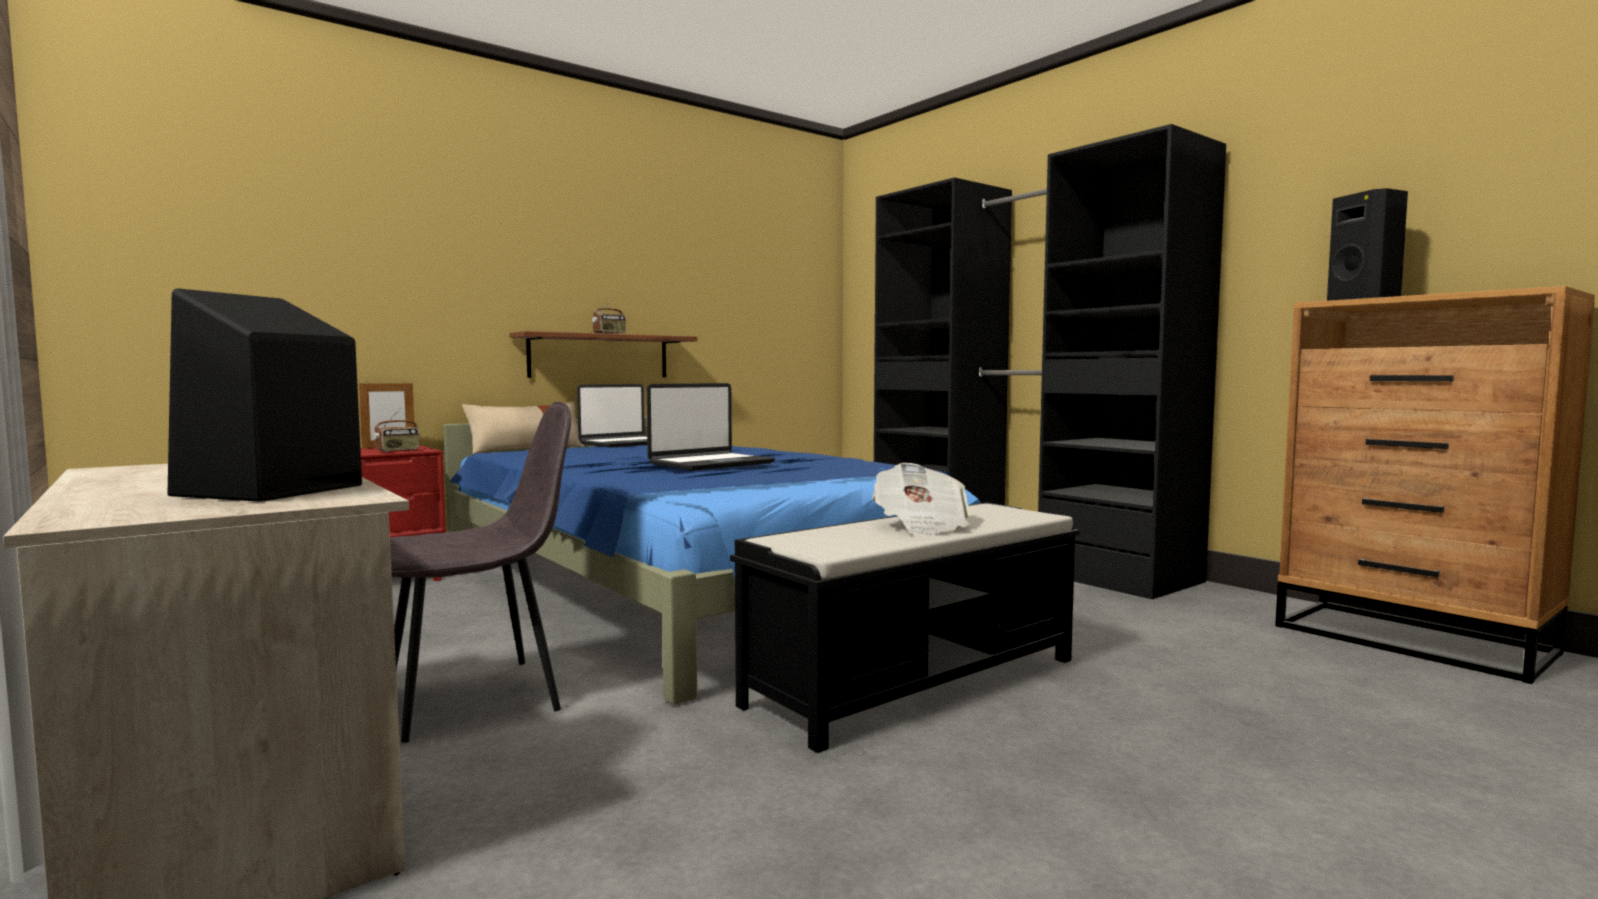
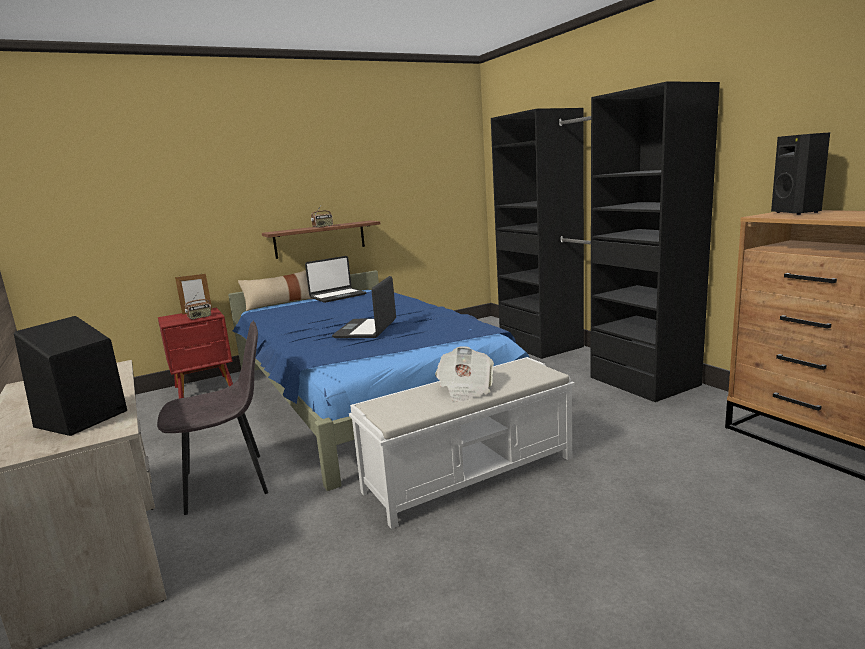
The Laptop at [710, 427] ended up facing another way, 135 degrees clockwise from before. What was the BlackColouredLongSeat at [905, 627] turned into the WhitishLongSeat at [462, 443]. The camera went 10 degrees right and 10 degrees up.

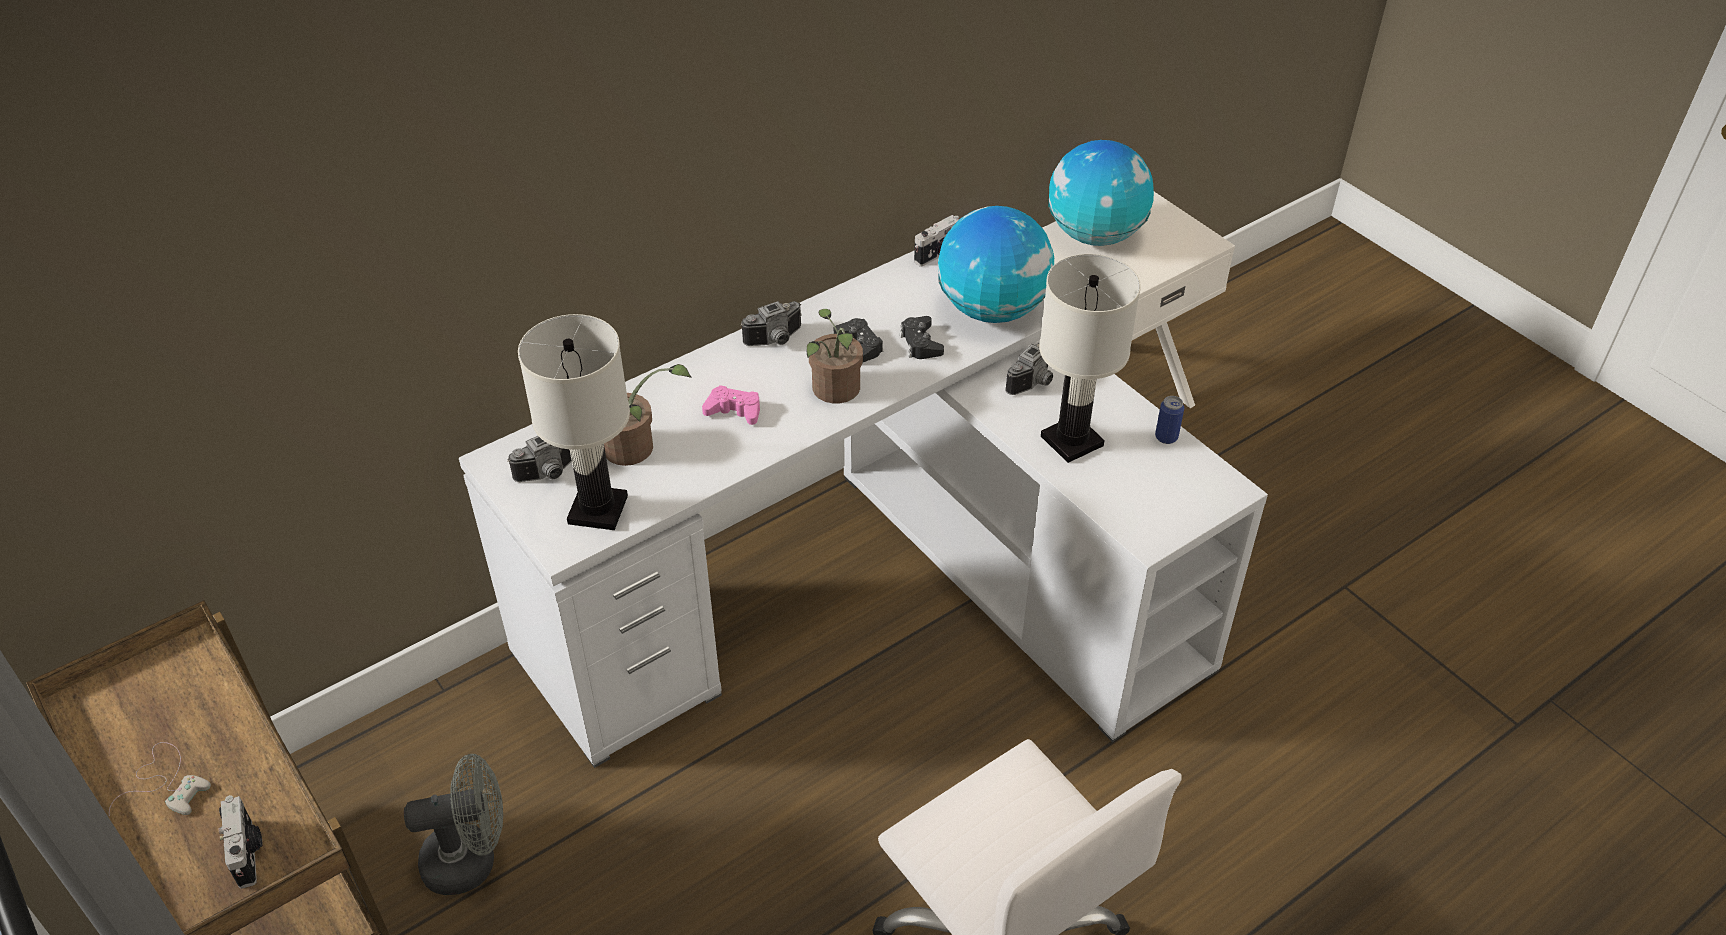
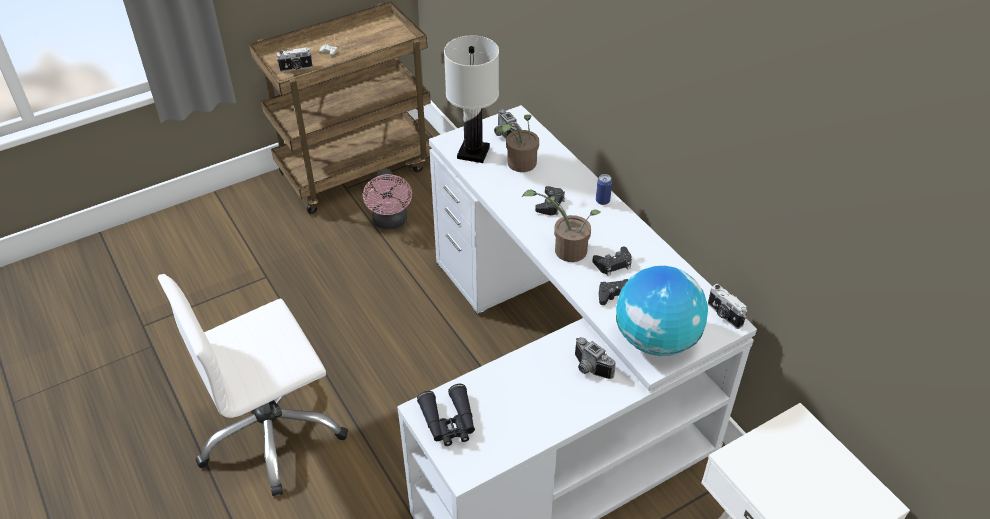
What was the GreyishFan at [453, 824] turned into the PinkFan at [387, 199]. What was the PinkGameController at [731, 405] turned into the BlackColouredGameController at [550, 200]. The second view lost the PhotoCamera at [771, 323]. The second view lost the WhitishTableLamp at [1090, 358]. The second view lost the Globe at [1101, 193]. The Can ended up elsewhere, having gone from [1169, 420] to [604, 189]. The second view gained the BlackColouredFieldGlasses at [446, 415]. The camera went 95 degrees right and 0 degrees up.

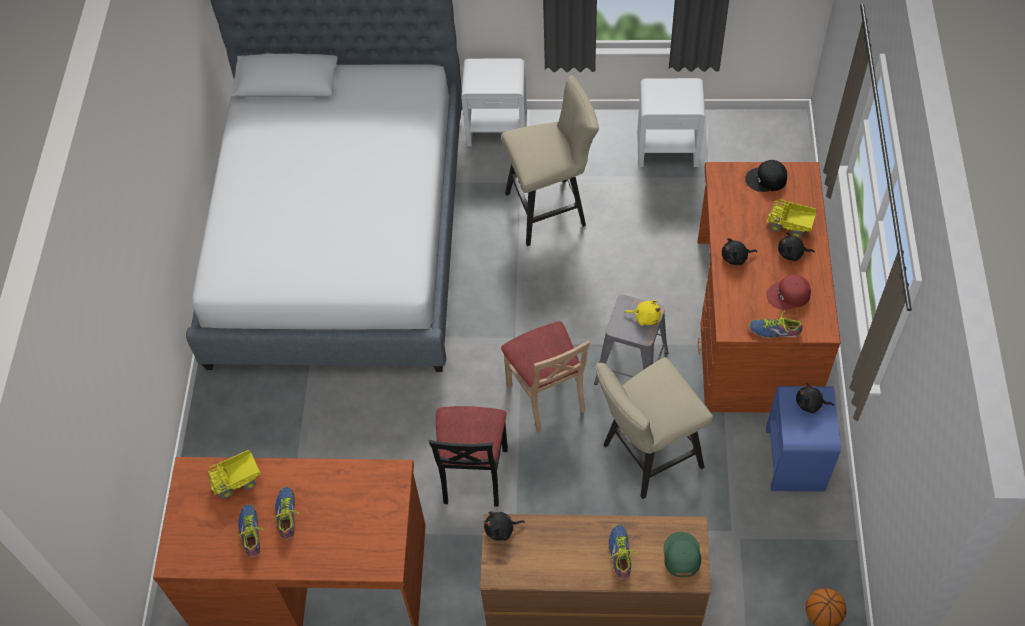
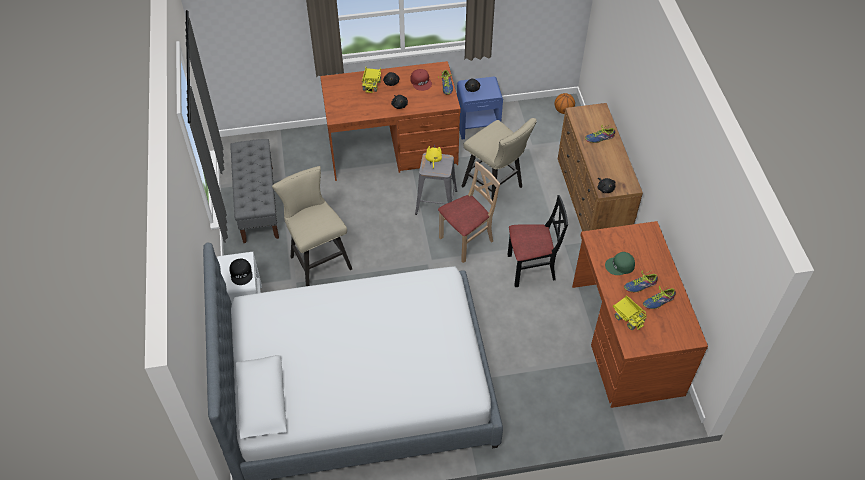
Where the WhitishNightTable stood at [671, 122], the GreyishLongSeat came to stand at [254, 191]. The GreenColouredCap ended up elsewhere, having gone from [682, 554] to [620, 263]. The BlackColouredCap ended up elsewhere, having gone from [766, 176] to [241, 272]. The camera went 105 degrees left and 5 degrees down.

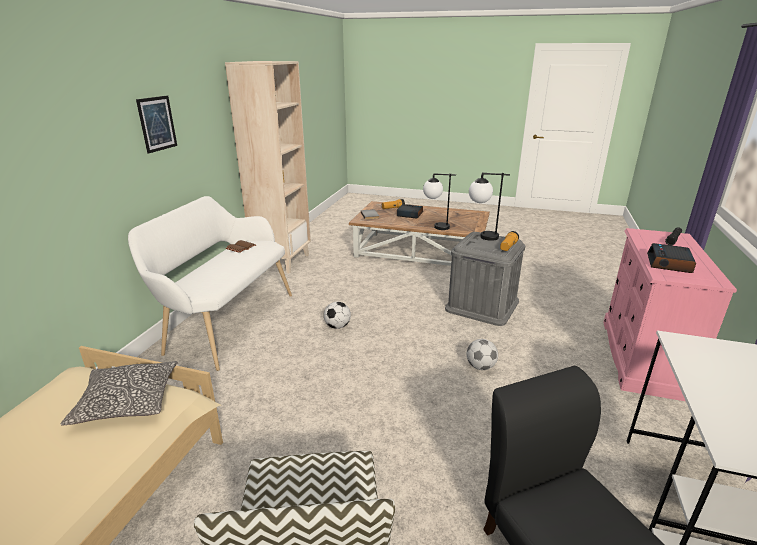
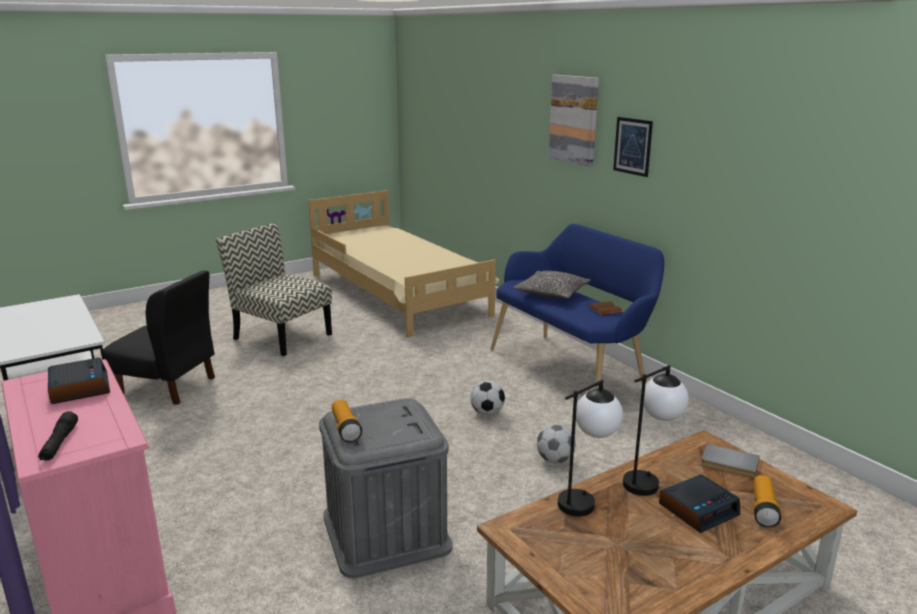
The Pillow ended up elsewhere, having gone from [119, 393] to [552, 285]. What was the WhitishLongSeat at [210, 283] turned into the BlueColouredLongSeat at [577, 306]. The second view lost the BeigeBookshelf at [268, 167]. The FootballBall ended up elsewhere, having gone from [482, 354] to [556, 444]. The TableLamp ended up elsewhere, having gone from [489, 207] to [656, 430]. The second view gained the Picture at [574, 121]. The camera went 130 degrees right and 5 degrees down.

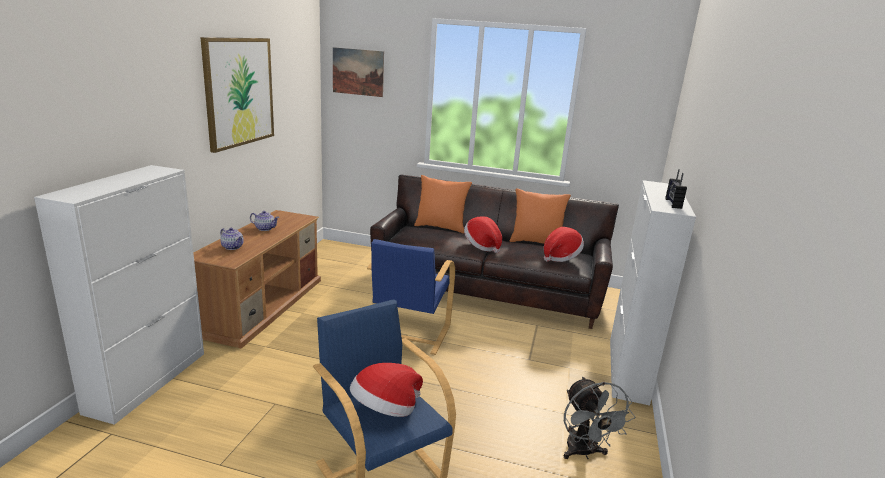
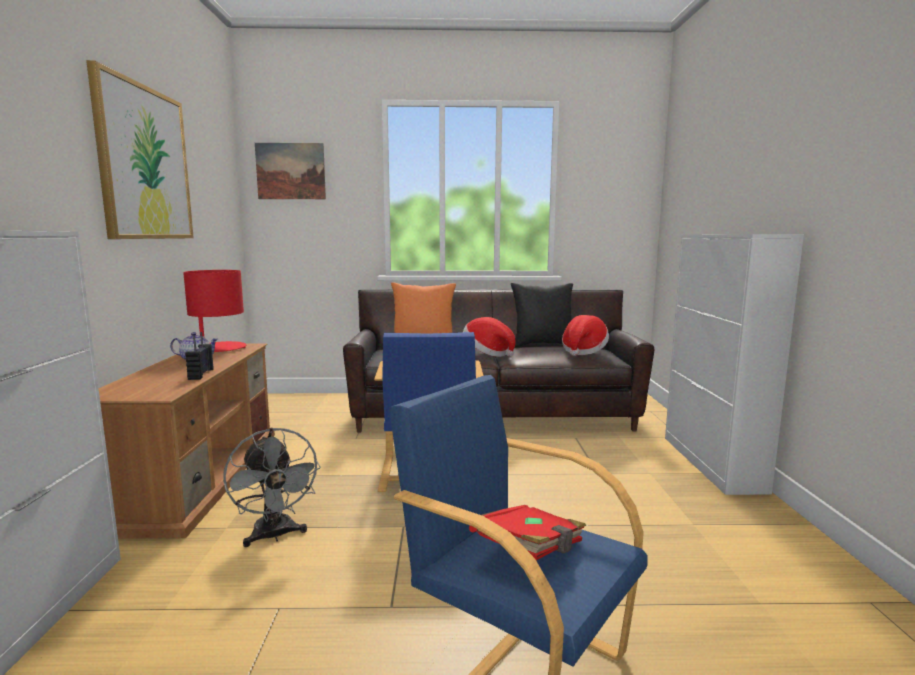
The second view lost the Teapot at [232, 239]. Where the ClothingHat stood at [386, 390], the RedBook came to stand at [527, 532]. What was the OrangeyPillow at [540, 216] turned into the BlackColouredPillow at [542, 315]. The GreyishFan ended up elsewhere, having gone from [599, 418] to [272, 487]. The Radio ended up elsewhere, having gone from [676, 189] to [199, 356]. The second view gained the RedTableLamp at [215, 311]. The camera went 15 degrees left and 10 degrees down.

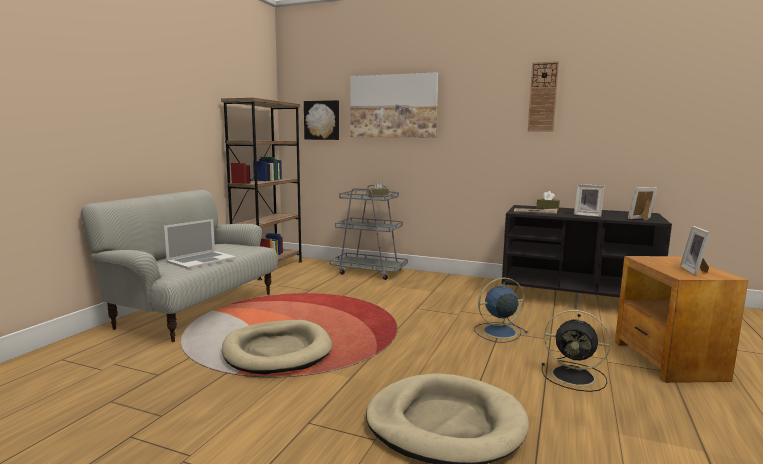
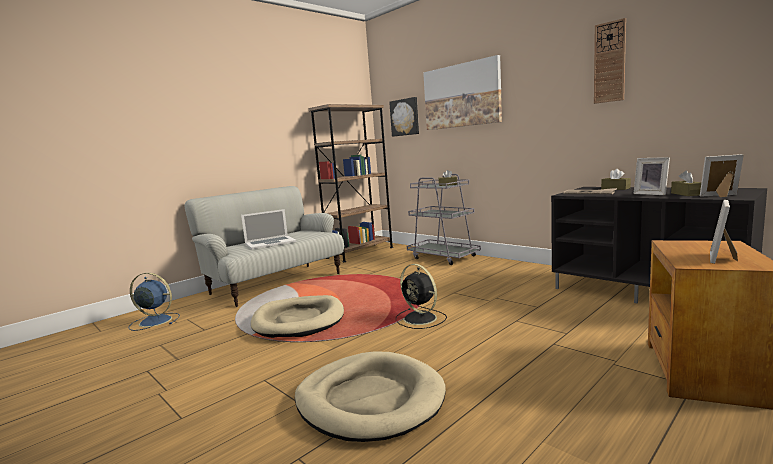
The BlueColouredFan ended up elsewhere, having gone from [501, 310] to [154, 302]. The BlackColouredFan ended up elsewhere, having gone from [576, 351] to [421, 296]. The second view gained the BrownBoxOfTissues at [686, 183]. The camera went 25 degrees right and 0 degrees up.

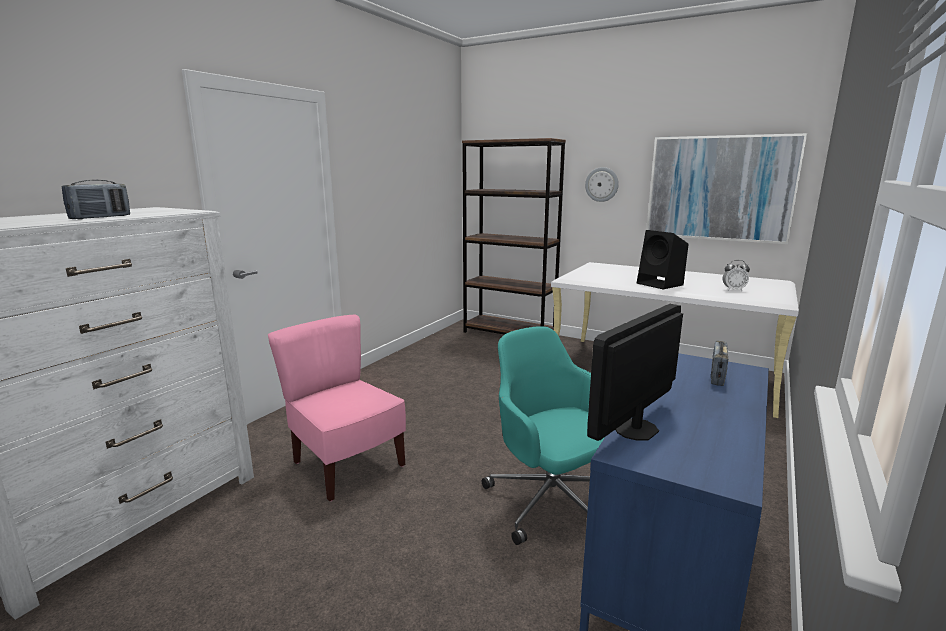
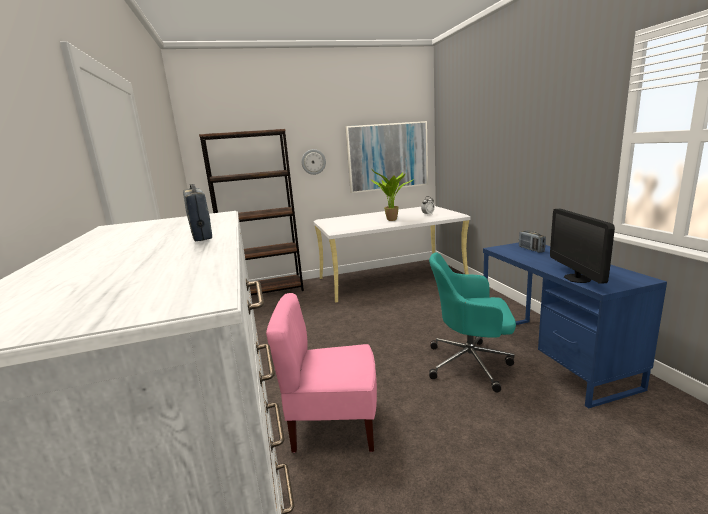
Where the BlackColouredAudioSpeaker stood at [663, 259], the PlantInAPot came to stand at [392, 195]. The camera went 45 degrees left and 0 degrees up.

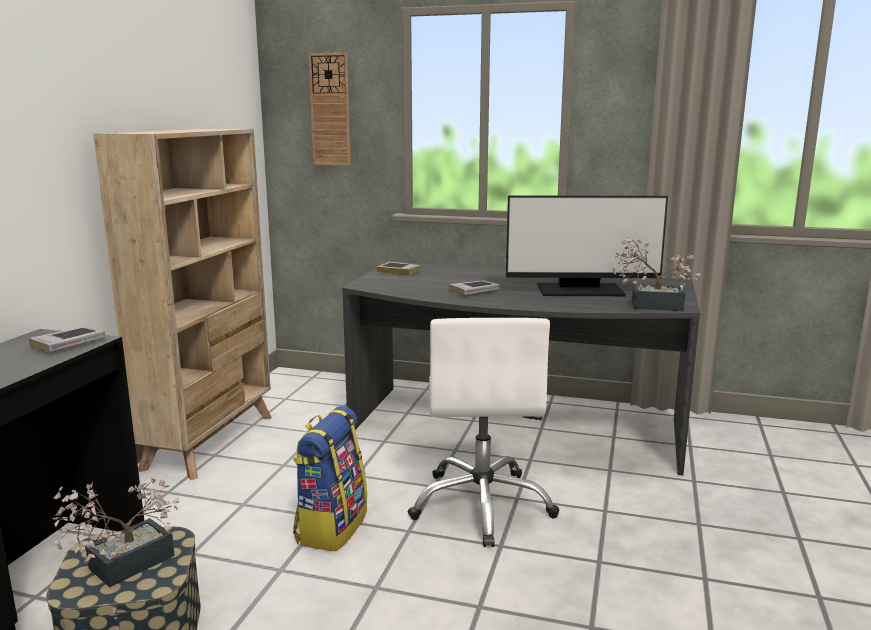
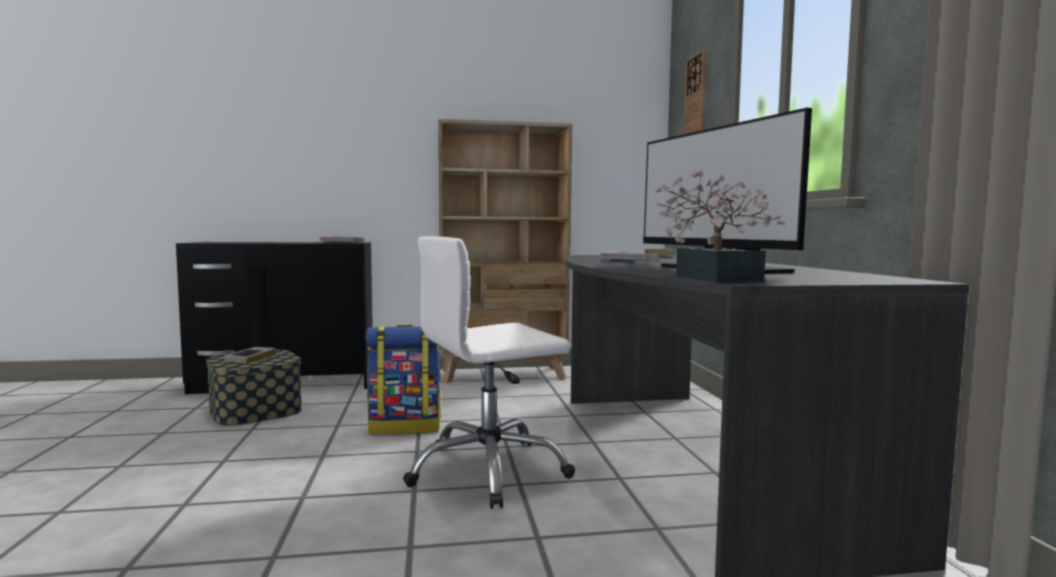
Where the PlantInAPot stood at [115, 532], the Book came to stand at [250, 355]. The camera went 65 degrees right and 10 degrees down.

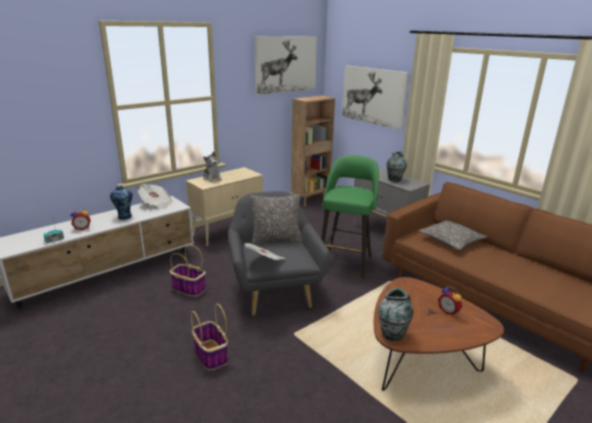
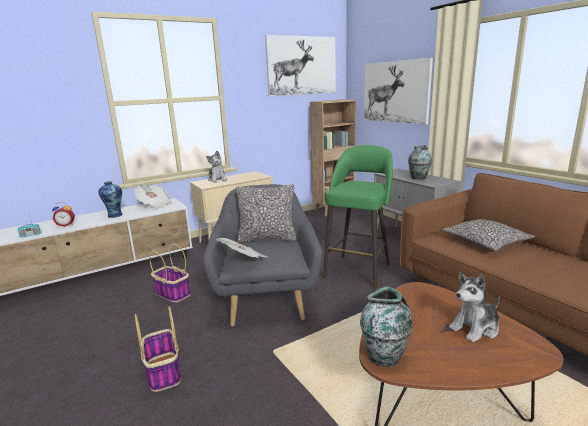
Where the AlarmClock stood at [450, 301], the CuddlyToy came to stand at [474, 307]. The camera went 10 degrees right and 5 degrees down.

